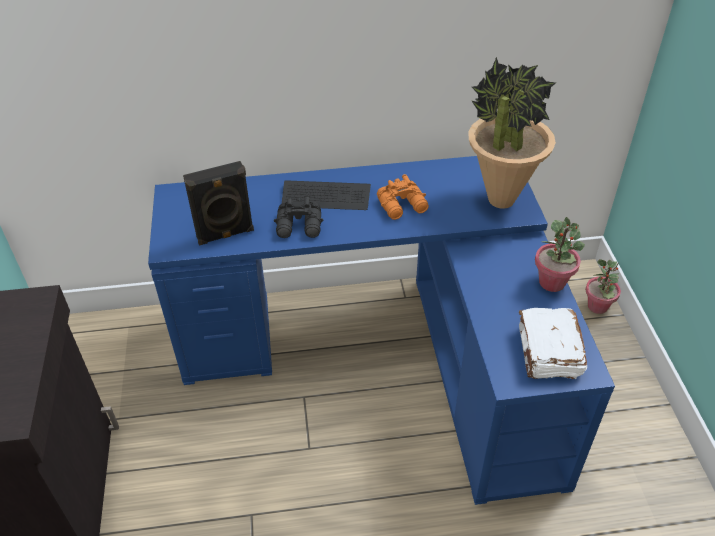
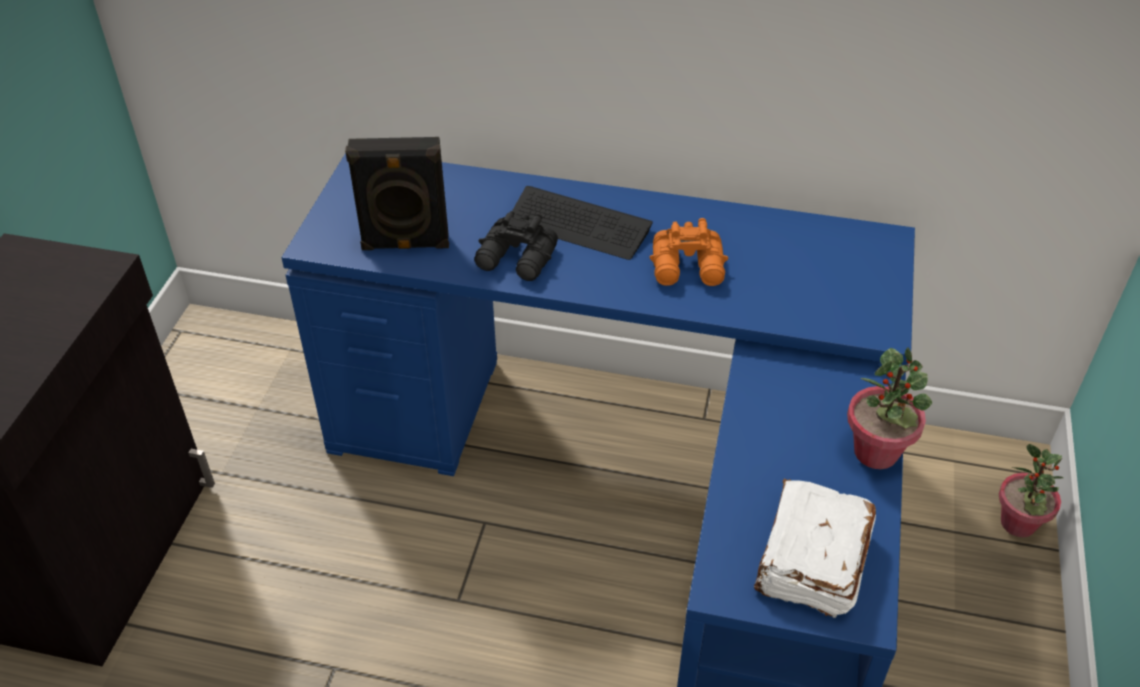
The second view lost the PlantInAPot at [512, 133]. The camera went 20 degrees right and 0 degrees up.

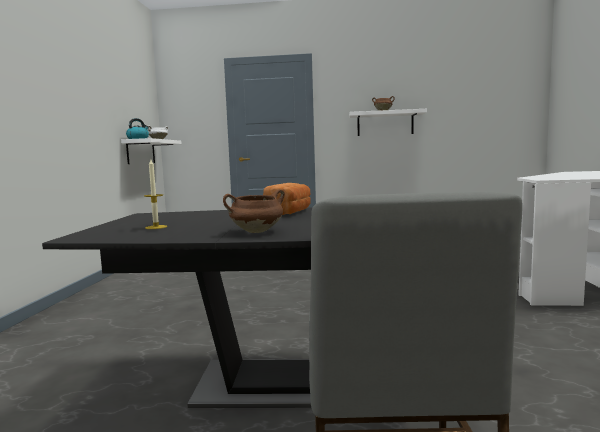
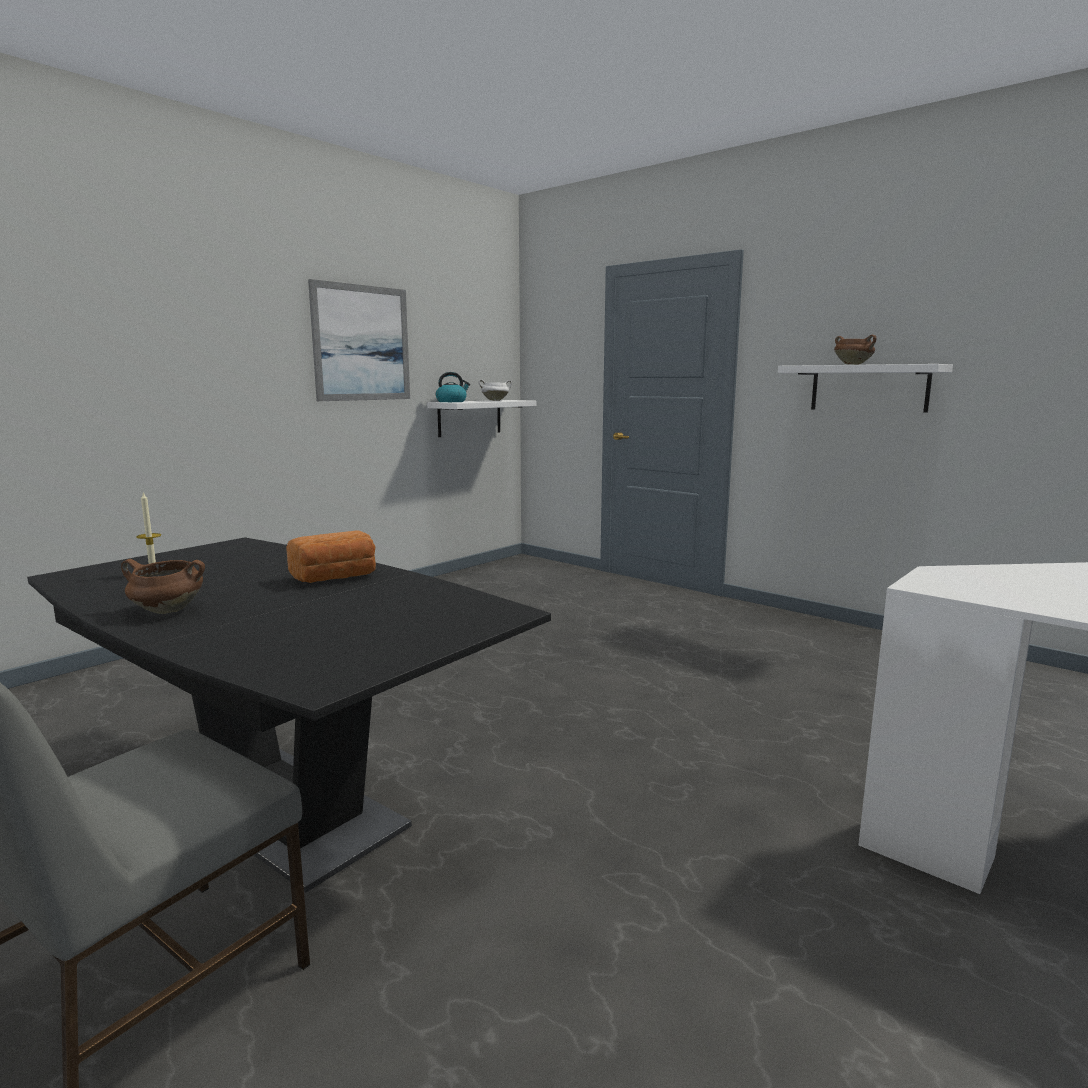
The second view gained the Picture at [359, 340]. The camera went 35 degrees right and 5 degrees up.

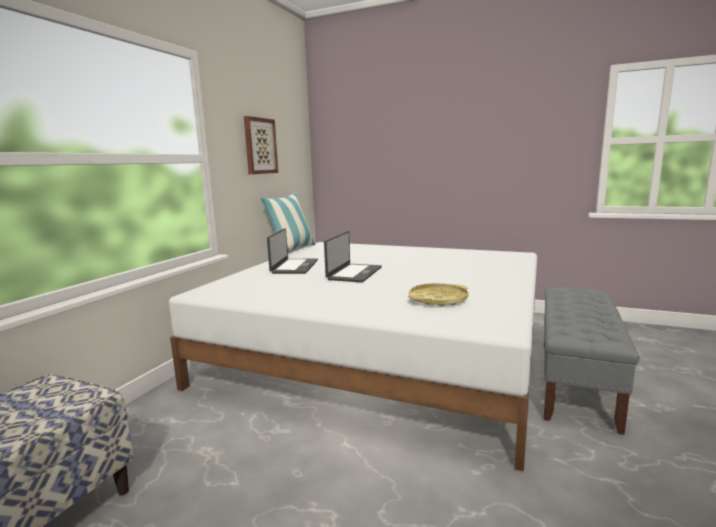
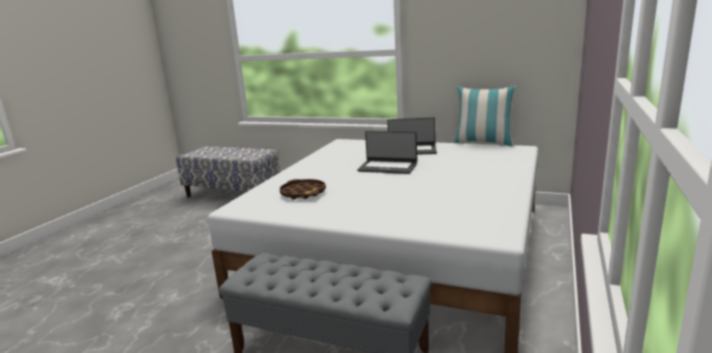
The second view lost the Picture at [261, 145]. What was the YellowColouredServingTray at [438, 295] turned into the BrownServingTray at [303, 189]. The camera went 90 degrees right and 5 degrees up.

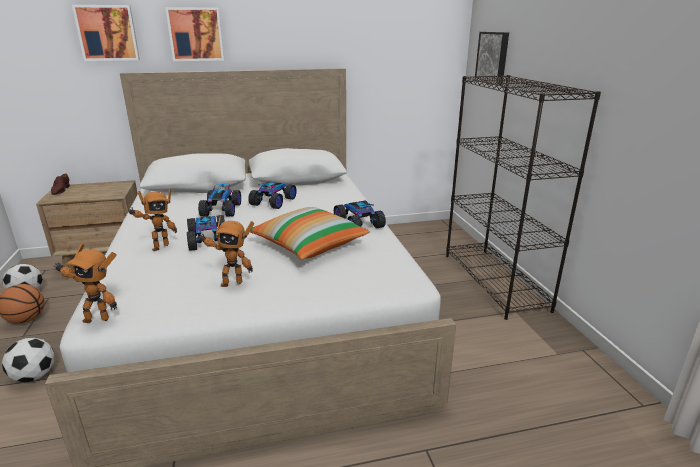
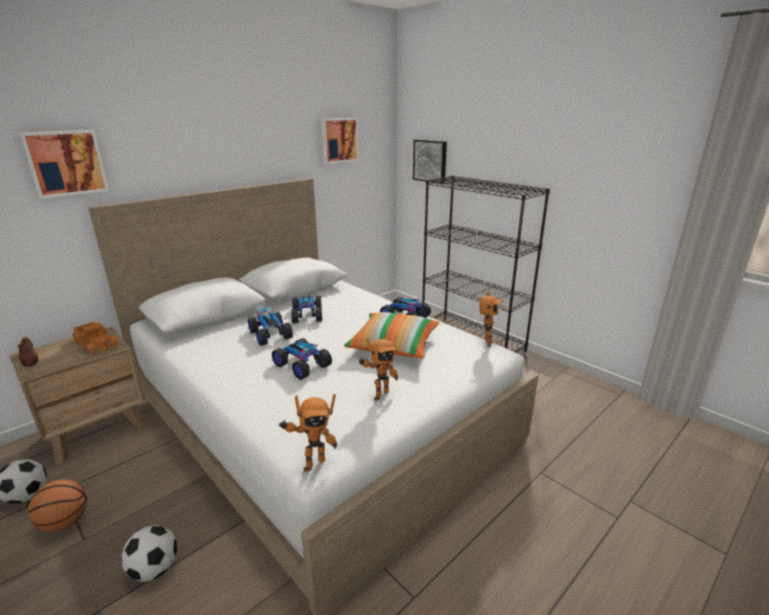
The ToyRobot ended up elsewhere, having gone from [152, 220] to [490, 319]. The Picture ended up elsewhere, having gone from [194, 34] to [340, 141]. The second view gained the ToyLorry at [95, 338]. The camera went 30 degrees left and 0 degrees up.

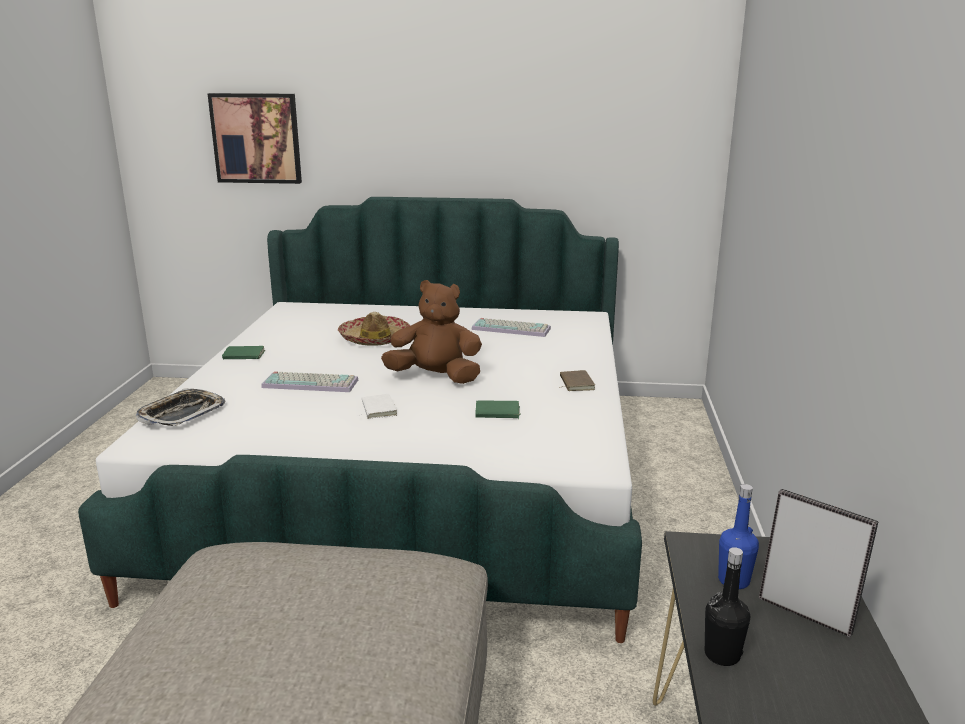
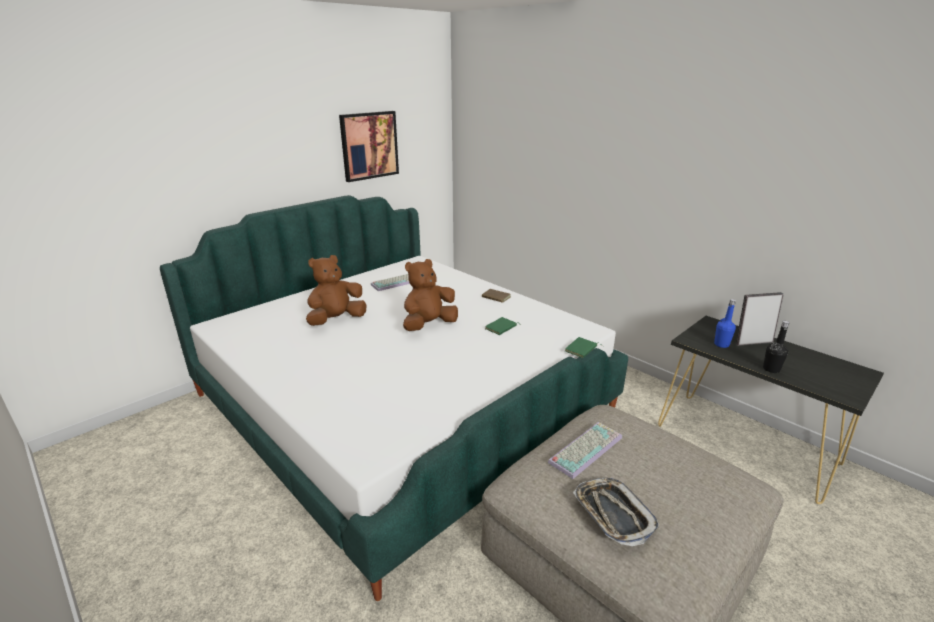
The ServingTray ended up elsewhere, having gone from [180, 407] to [616, 512]. The Picture ended up elsewhere, having gone from [255, 138] to [369, 146]. The GreenColouredBook ended up elsewhere, having gone from [243, 352] to [584, 347]. The ComputerKeyboard ended up elsewhere, having gone from [309, 381] to [585, 450]. Where the ClothingHat stood at [374, 329], the BrownCuddlyToy came to stand at [336, 290]. The second view lost the WhitishBook at [377, 406]. The camera went 50 degrees left and 5 degrees up.

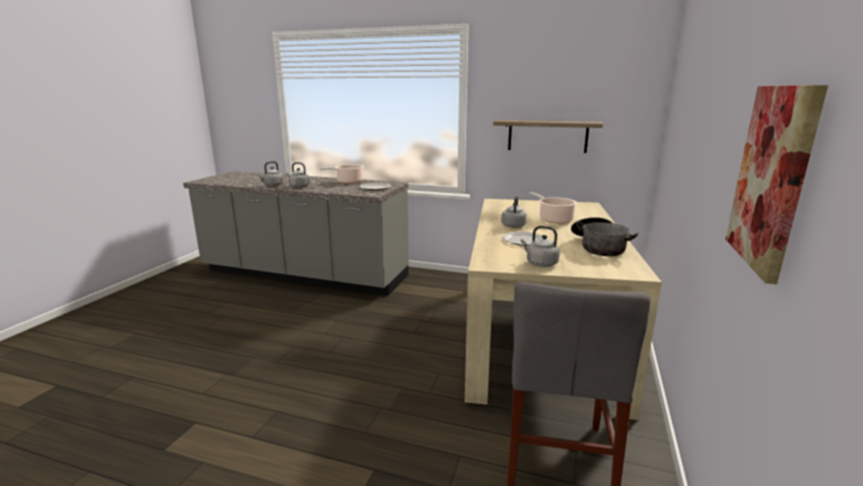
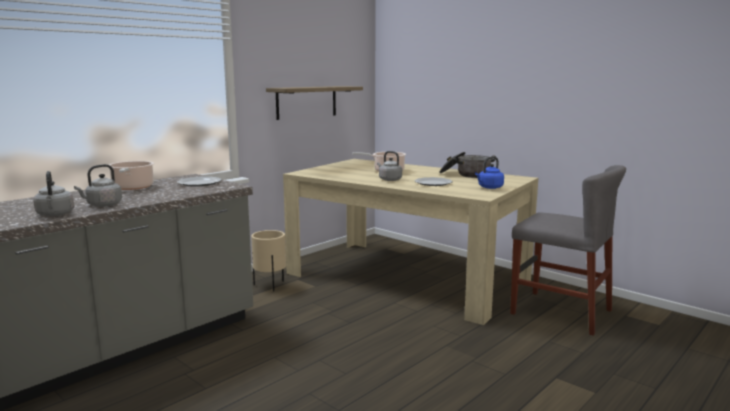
What was the GreyishWaterKettle at [540, 246] turned into the BlueColouredWaterKettle at [489, 173]. The second view lost the Picture at [777, 184]. The second view gained the BeigeFlowerPot at [268, 260]. The camera went 65 degrees left and 5 degrees down.

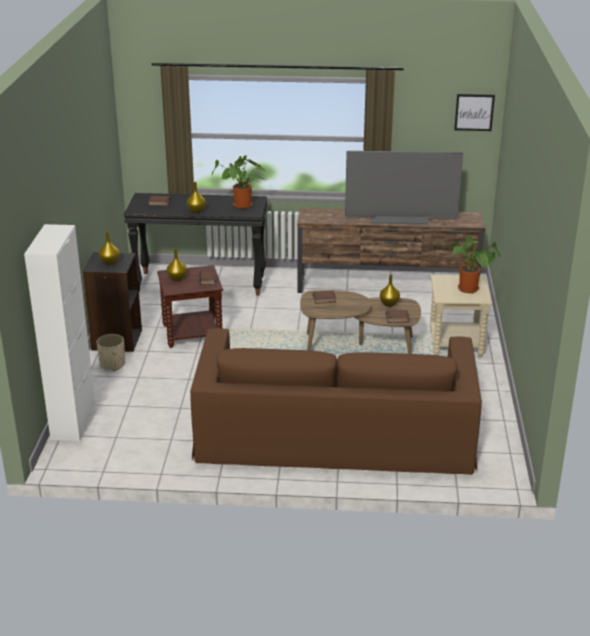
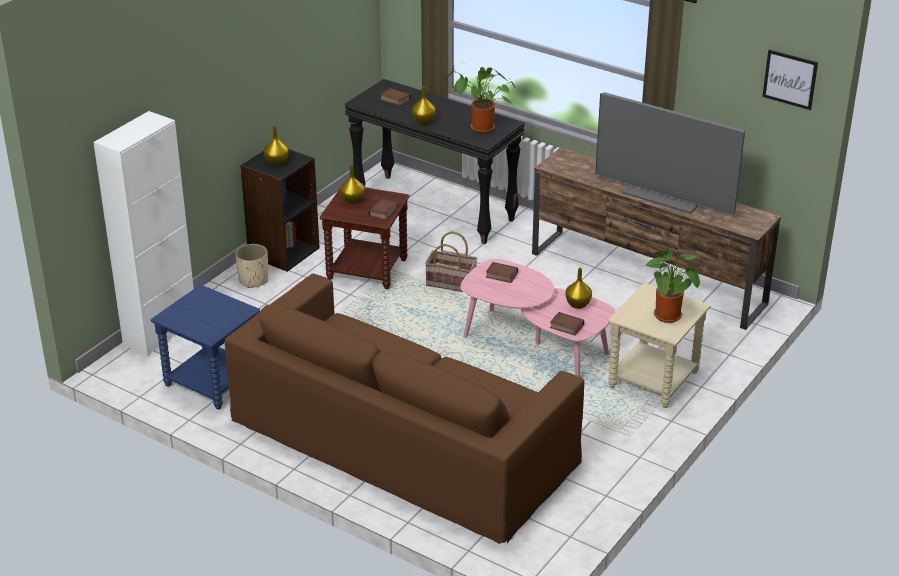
What was the BrownCoffeeTable at [360, 322] turned into the PinkCoffeeTable at [537, 318]. The second view gained the BlueColouredSideTable at [205, 347]. The second view gained the HouseholdBasket at [451, 261]. The camera went 30 degrees right and 5 degrees up.

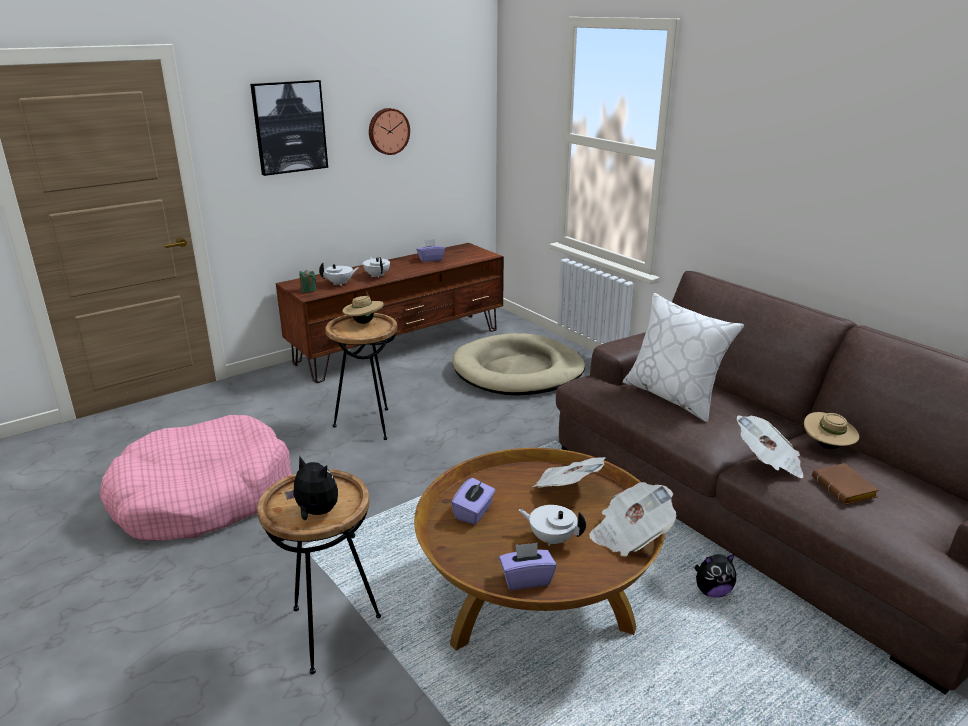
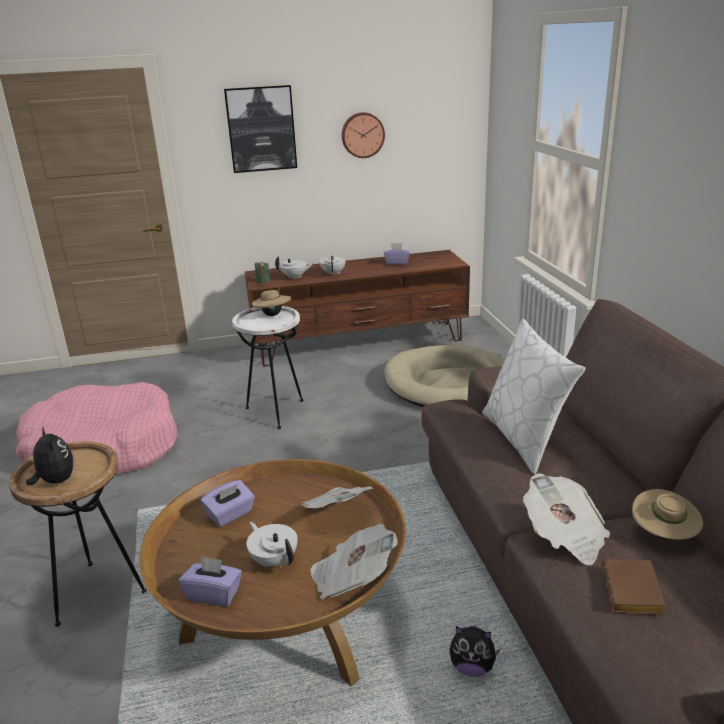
What was the BrownSideTable at [361, 376] turned into the WhitishSideTable at [267, 367]. The camera went 25 degrees right and 0 degrees up.

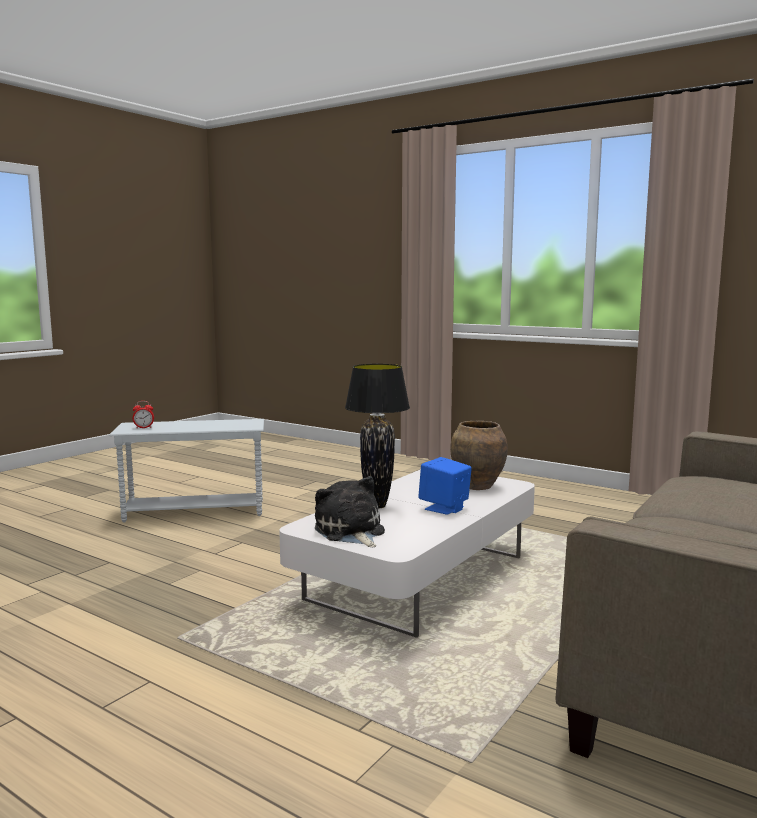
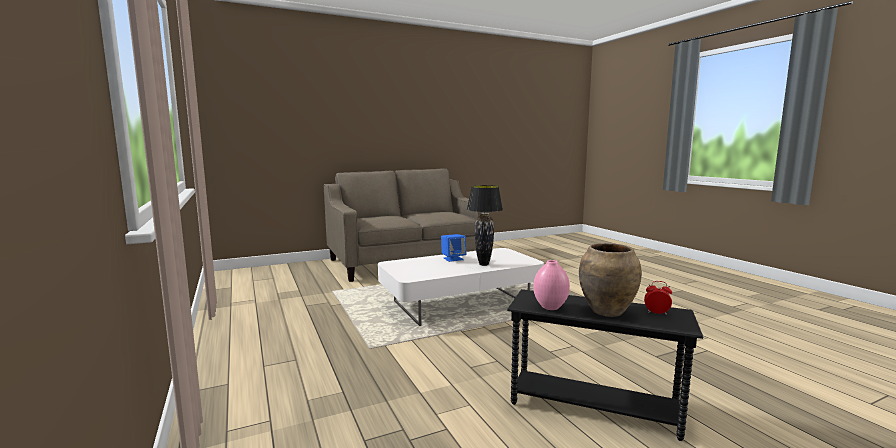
What was the WhitishSideTable at [186, 471] turned into the BlackColouredSideTable at [605, 365]. The second view lost the CuddlyToy at [350, 511]. The BrownDecorativeVase ended up elsewhere, having gone from [479, 455] to [610, 280]. The second view gained the PinkDecorativeVase at [551, 285]. The camera went 150 degrees left and 0 degrees up.

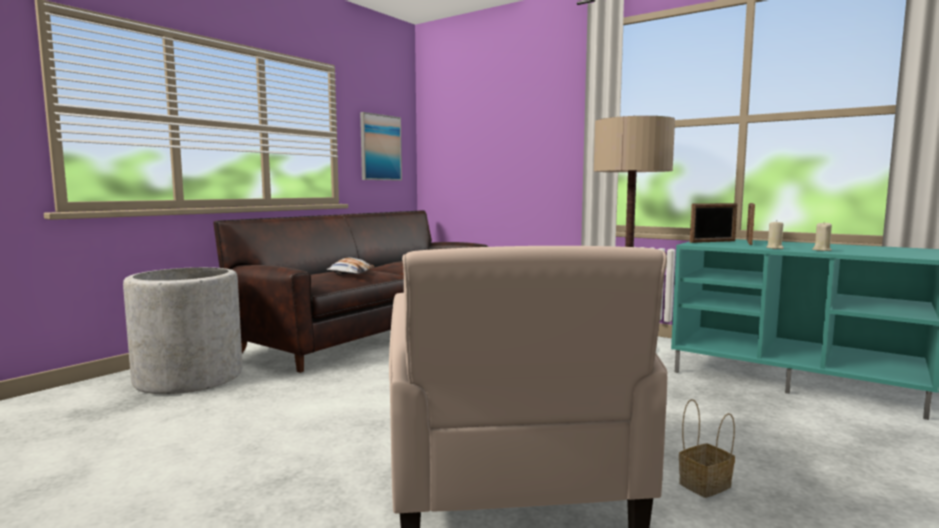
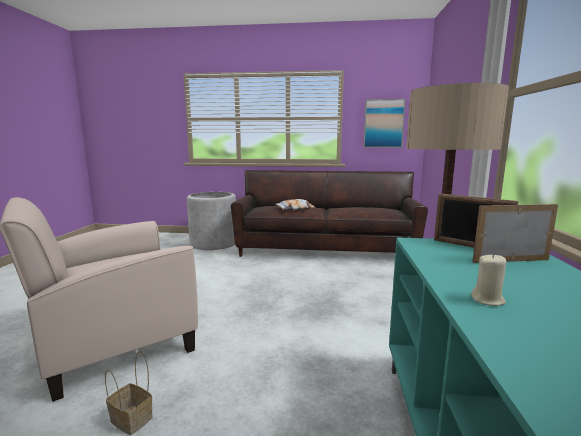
The second view lost the BeigeWaxCandle at [775, 234]. The camera went 60 degrees right and 5 degrees up.

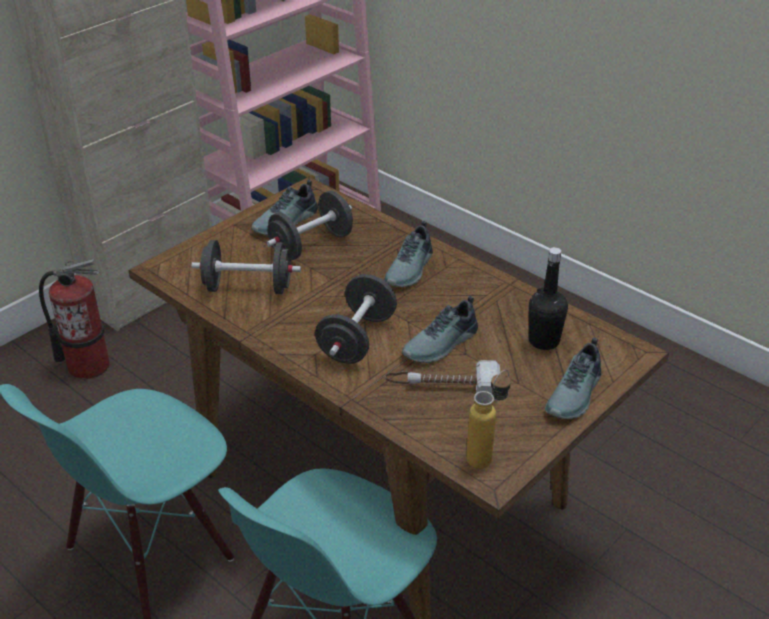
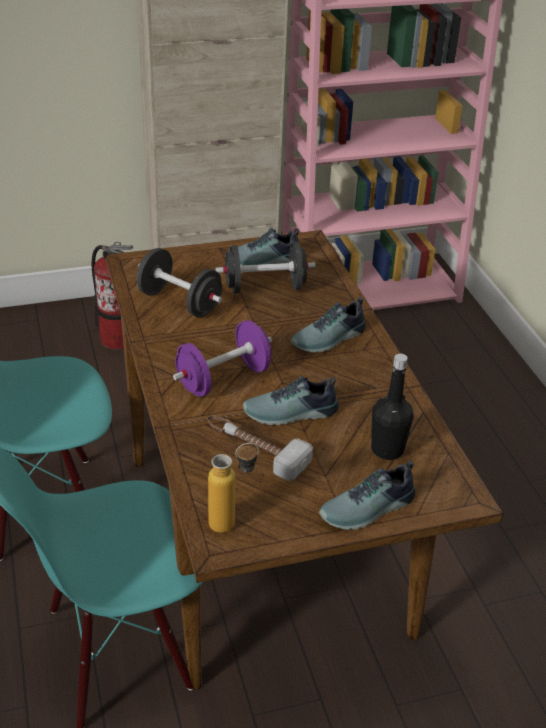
What was the BlackColouredDumbbell at [356, 319] turned into the PurpleColouredDumbbell at [222, 358]. The camera went 30 degrees right and 0 degrees up.

